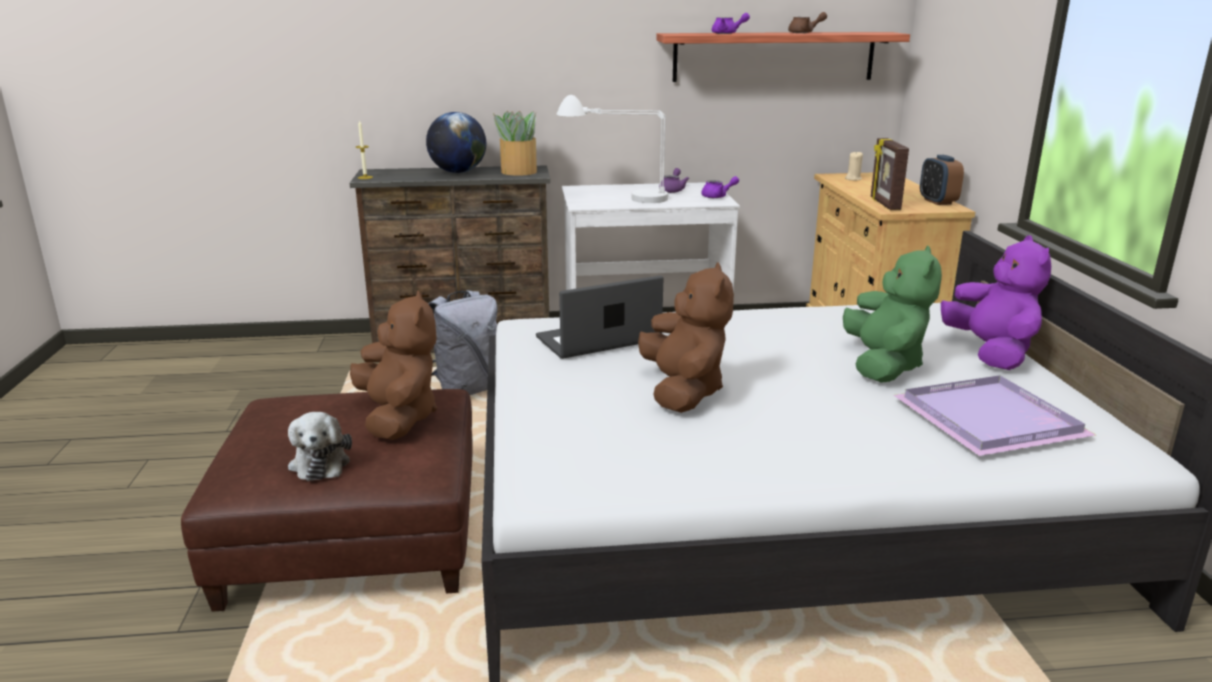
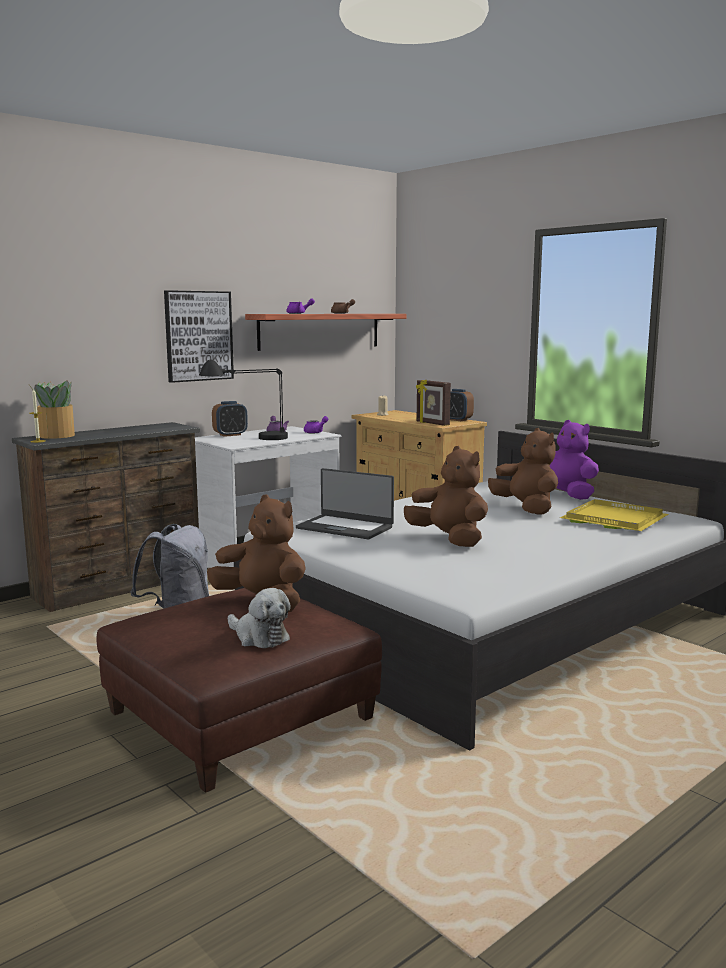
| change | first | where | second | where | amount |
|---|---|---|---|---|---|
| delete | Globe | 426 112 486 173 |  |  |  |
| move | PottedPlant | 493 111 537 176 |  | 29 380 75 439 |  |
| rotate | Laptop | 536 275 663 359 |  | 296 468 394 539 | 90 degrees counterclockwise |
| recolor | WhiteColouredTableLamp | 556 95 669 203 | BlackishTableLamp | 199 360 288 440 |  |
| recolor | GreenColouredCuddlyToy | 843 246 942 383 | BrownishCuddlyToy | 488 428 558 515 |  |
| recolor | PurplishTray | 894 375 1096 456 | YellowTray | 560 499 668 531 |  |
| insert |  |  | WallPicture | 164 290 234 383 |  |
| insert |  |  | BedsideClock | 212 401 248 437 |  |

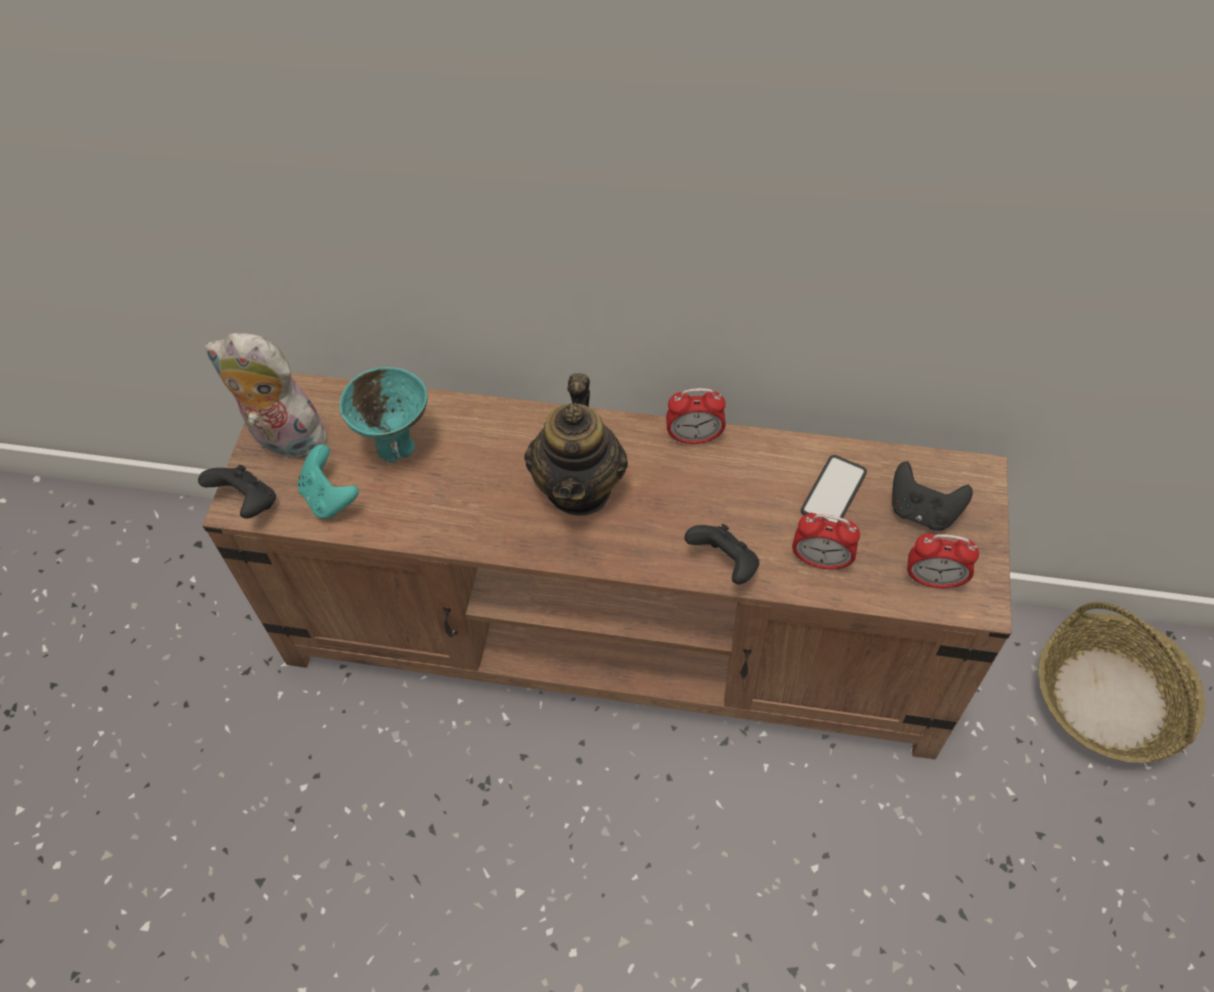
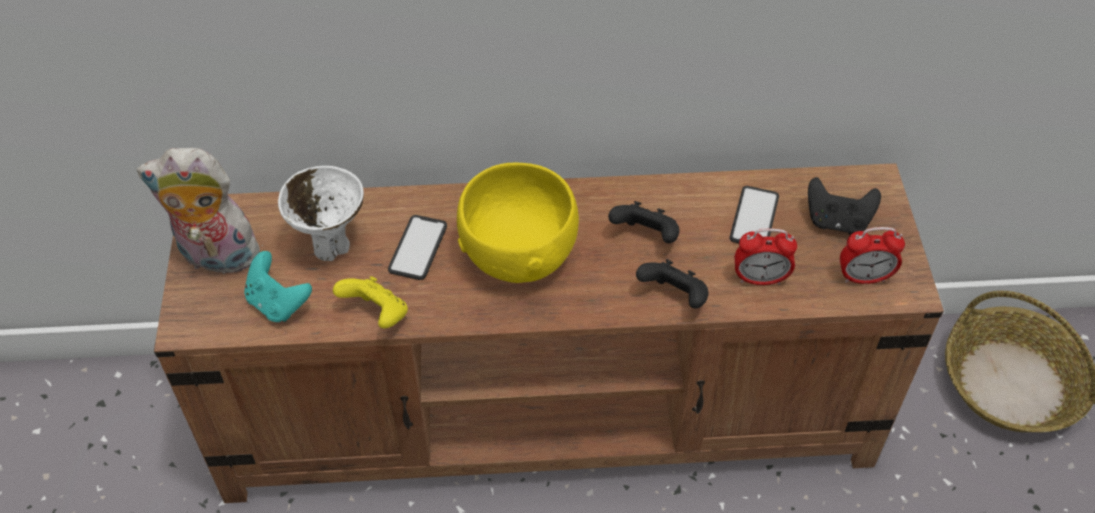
| change | first | where | second | where | amount |
|---|---|---|---|---|---|
| move | BlackishGameController | 198 465 276 519 |  | 608 201 680 243 |  |
| recolor | BlueGreenDeepDish | 339 367 427 463 | WhiteColouredDeepDish | 278 166 364 261 |  |
| replace | PotForTea | 525 373 628 516 | YellowDeepDish | 457 163 579 283 |  |
| delete | BedsideClock | 666 388 726 444 |  |  |  |
| insert |  |  | YellowGameController | 333 276 408 328 |  |
| insert |  |  | Phone | 388 215 447 280 |  |

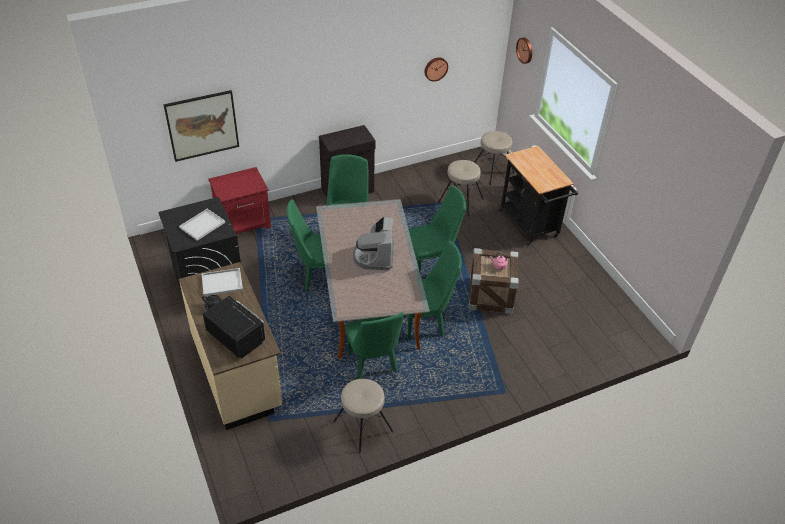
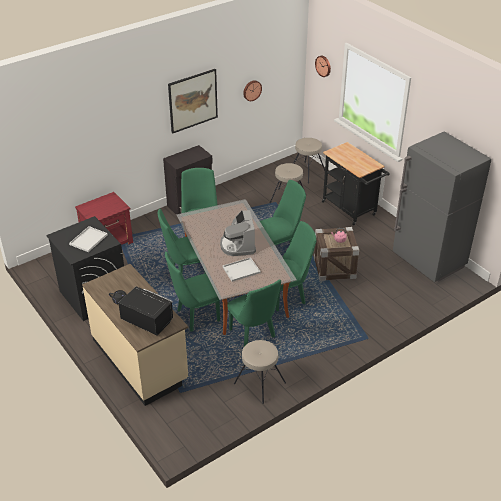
| change | first | where | second | where | amount |
|---|---|---|---|---|---|
| move | WallPicture | 163 90 239 162 |  | 168 69 218 133 |  |
| move | WhiteColouredTray | 202 268 243 296 |  | 222 257 261 282 |  |
| insert |  |  | GreenColouredPlainChair | 165 252 220 332 |  |
| insert |  |  | GreyishRefrigerator | 393 132 491 282 |  |

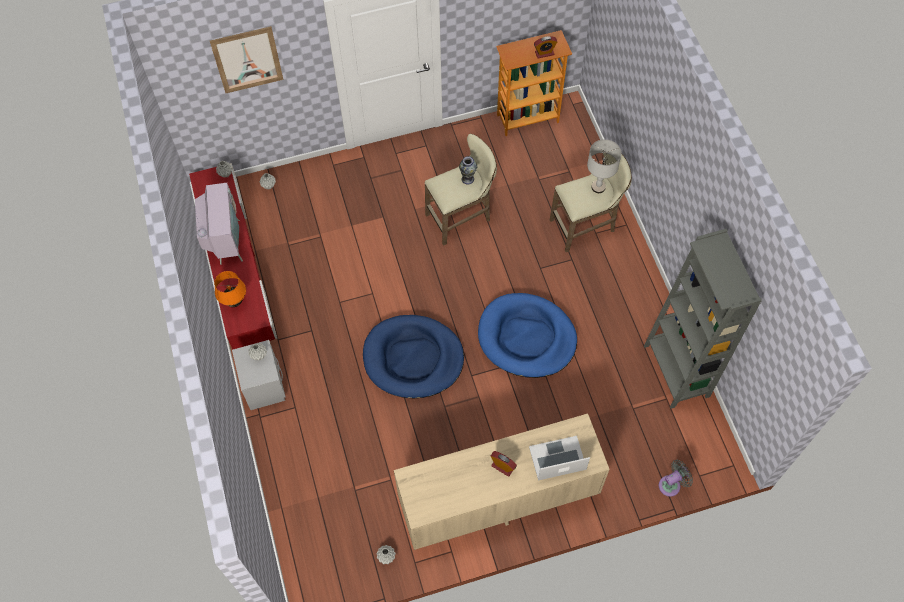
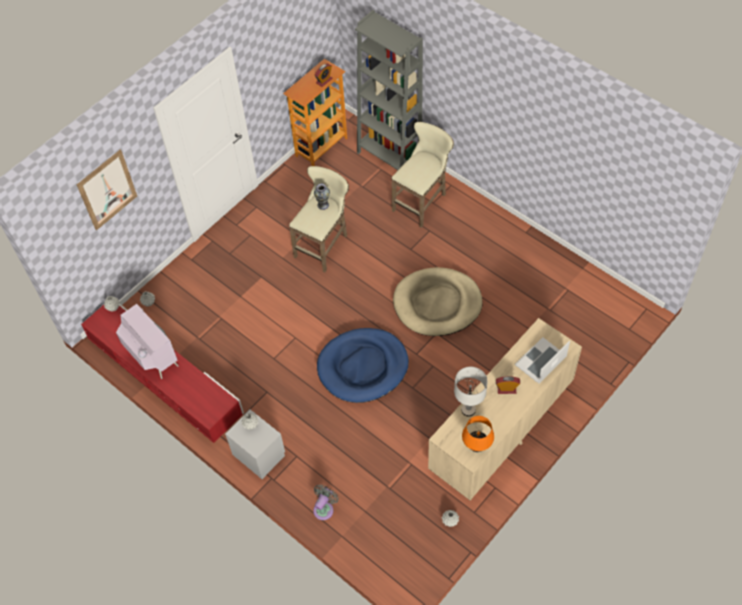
| change | first | where | second | where | amount |
|---|---|---|---|---|---|
| move | OrangeTableLamp | 214 271 246 307 |  | 462 416 494 452 |  |
| recolor | BluishPetBed | 478 293 577 378 | BeigeColouredPetBed | 393 267 483 336 |  |
| move | GreyishTableLamp | 587 139 621 193 |  | 454 367 488 416 |  |
| move | GreyishBookcase | 644 229 762 409 |  | 355 10 423 170 |  |
| move | GreyishElectricFan | 659 460 693 497 |  | 313 484 339 520 |  |

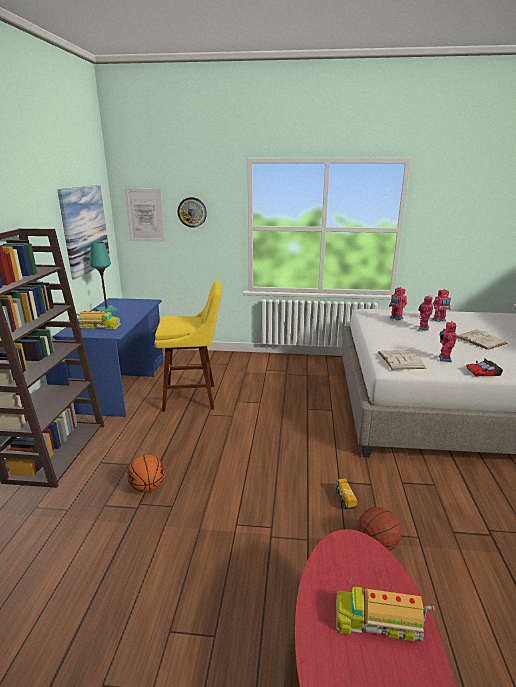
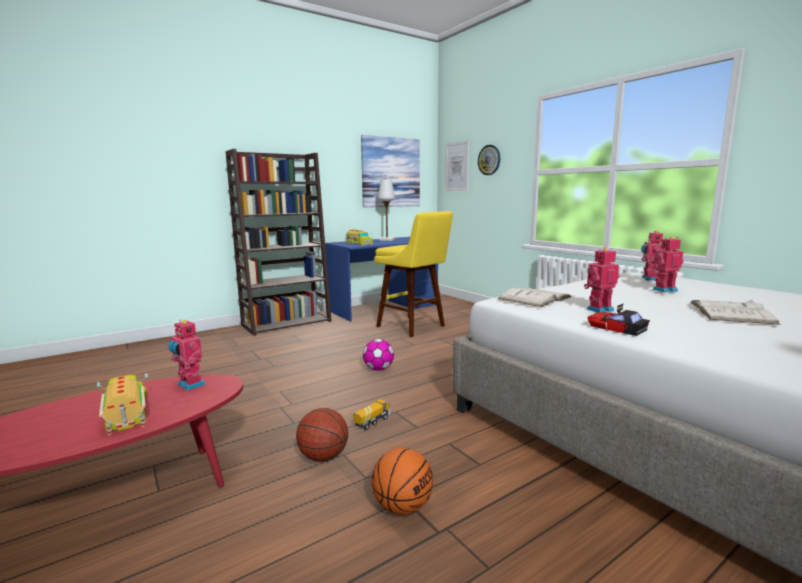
| change | first | where | second | where | amount |
|---|---|---|---|---|---|
| recolor | BlueGreenTableLamp | 90 242 118 313 | WhiteColouredTableLamp | 378 179 395 241 |  |
| move | BallForBasketball | 127 455 165 493 |  | 372 448 433 515 |  |
| move | ToyRobot | 433 289 451 322 |  | 168 319 206 391 |  |
| insert |  |  | FootballBall | 363 339 394 371 |  |

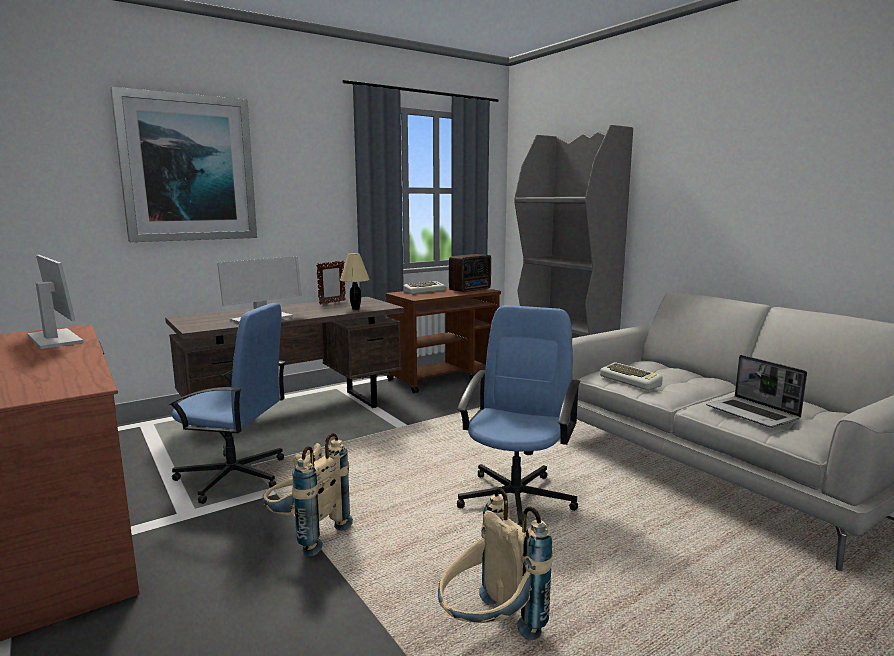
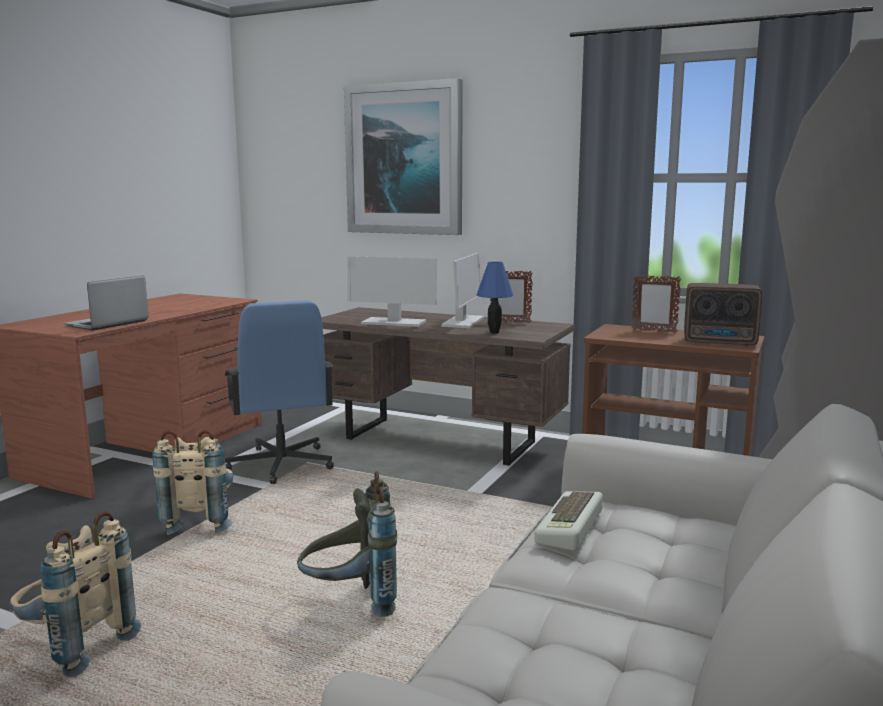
| change | first | where | second | where | amount |
|---|---|---|---|---|---|
| move | ComputerDisplay | 27 255 83 349 |  | 441 253 484 328 |  |
| recolor | BeigeColouredTableLamp | 340 253 370 310 | BluishTableLamp | 476 261 514 334 |  |
| replace | PcKeyboard | 404 281 445 294 | StandingFrame | 632 275 681 333 |  |
| replace | BluishDeskChair | 457 305 581 527 | GreyishKnapsack | 297 471 397 617 |  |
| move | Laptop | 706 355 807 428 |  | 64 276 149 330 |  |

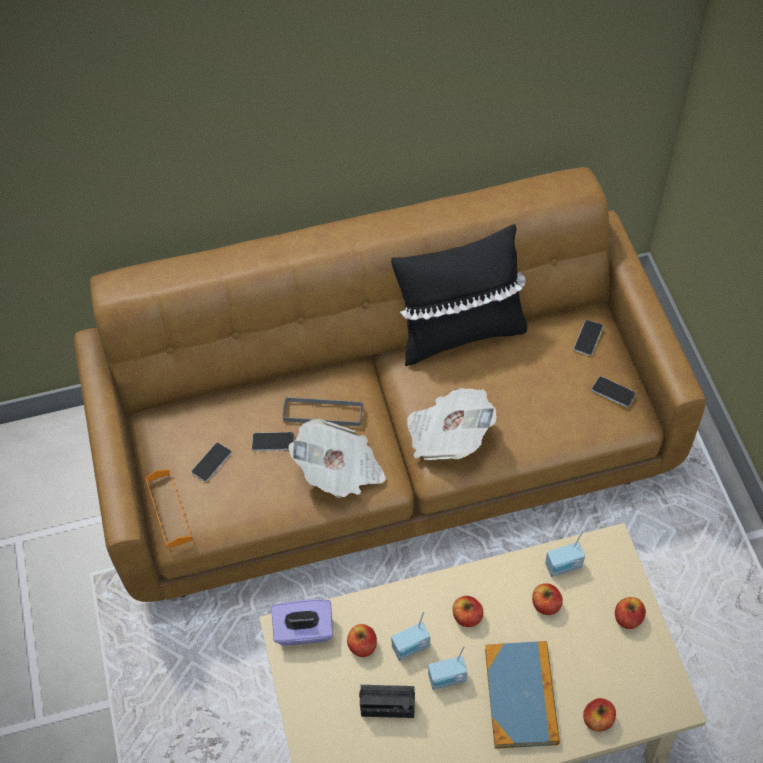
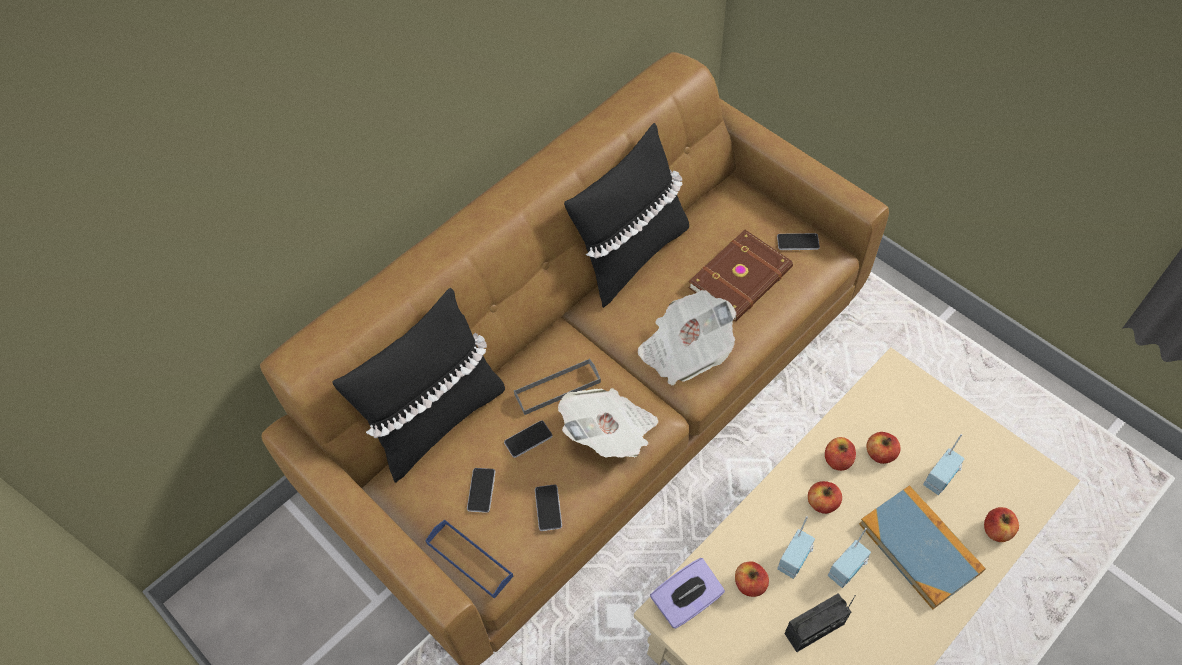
| change | first | where | second | where | amount |
|---|---|---|---|---|---|
| recolor | OrangeTray | 145 469 192 549 | BluishTray | 425 520 513 599 |  |
| move | RadioSet | 545 530 585 577 |  | 923 434 965 495 |  |
| move | Phone | 573 320 603 356 |  | 535 484 562 531 |  |
| move | WholeApple | 615 597 646 629 |  | 825 437 856 471 |  |
| insert |  |  | BlackishThrowPillow | 332 288 505 483 |  |
| insert |  |  | BrownishVolume | 688 230 793 322 |  |

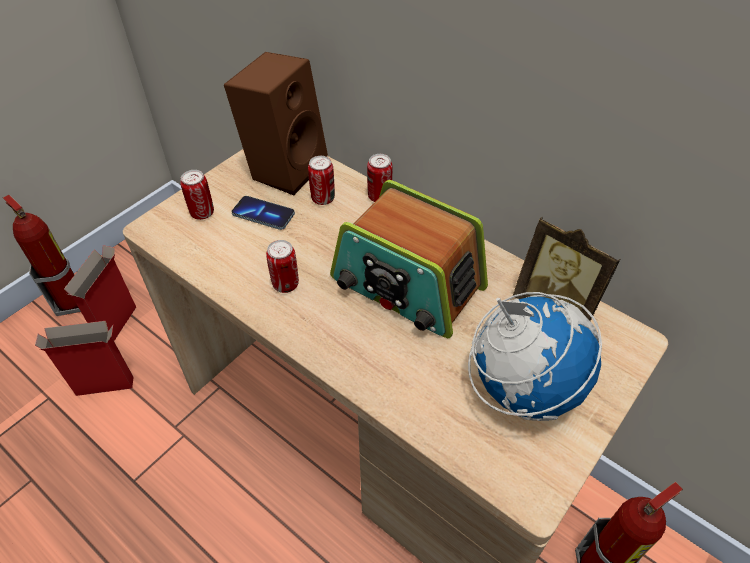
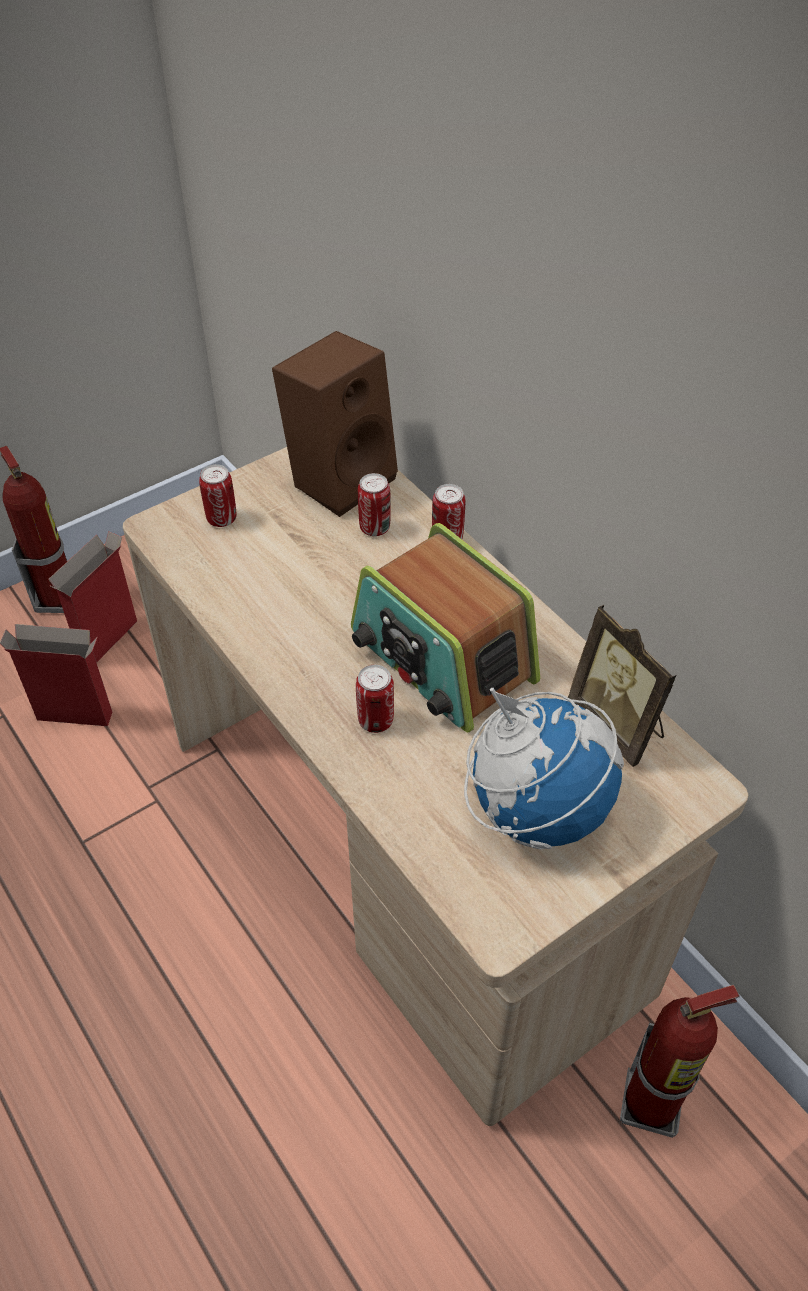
| change | first | where | second | where | amount |
|---|---|---|---|---|---|
| delete | Phone | 231 196 295 230 |  |  |  |
| move | Can | 266 240 299 293 |  | 356 665 394 733 |  |

